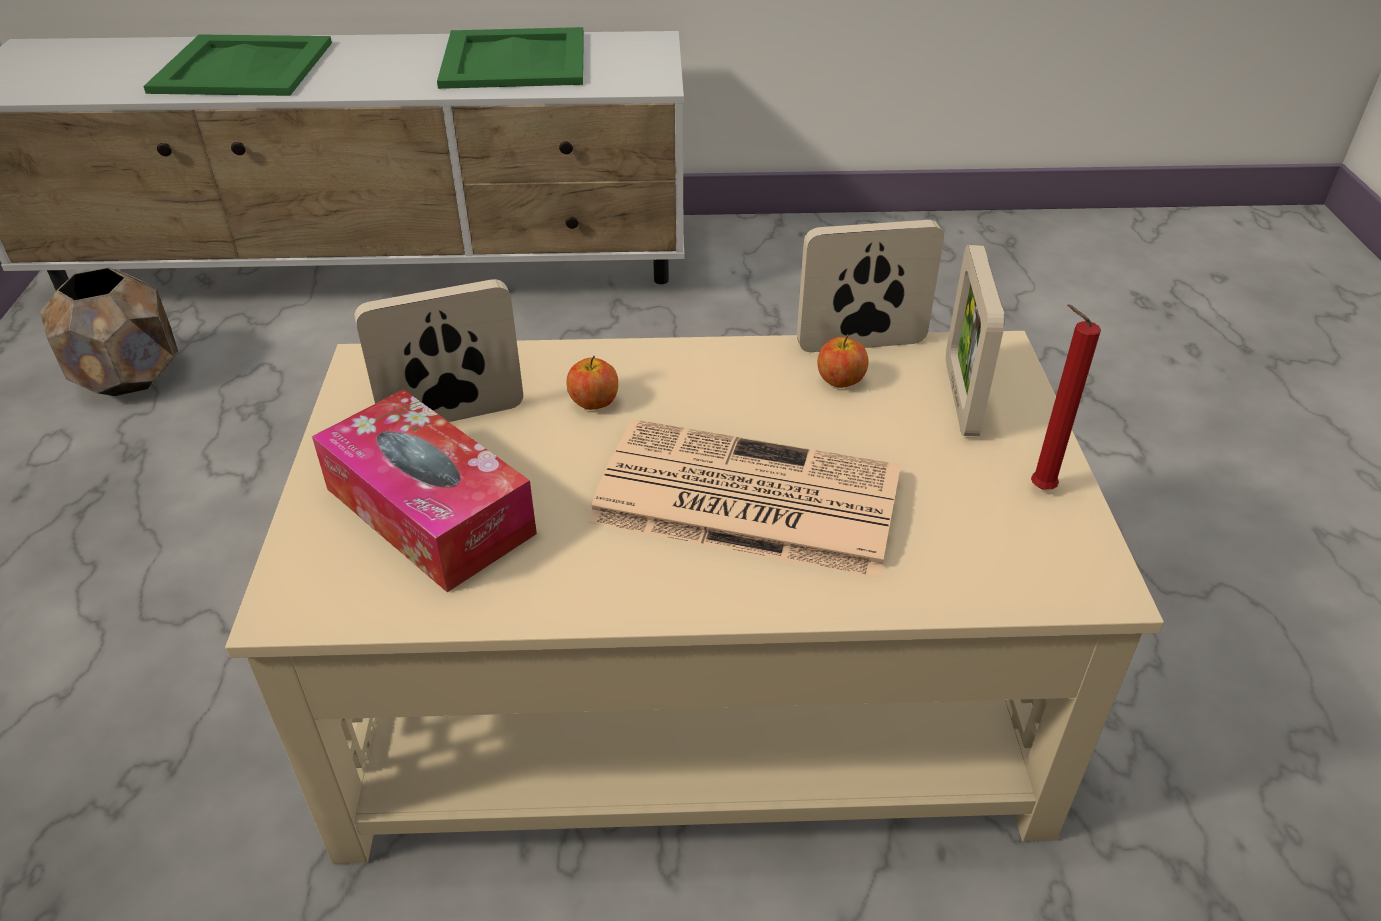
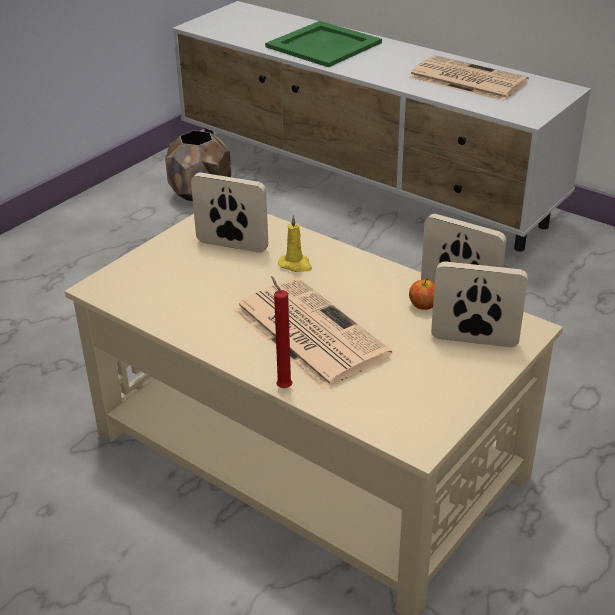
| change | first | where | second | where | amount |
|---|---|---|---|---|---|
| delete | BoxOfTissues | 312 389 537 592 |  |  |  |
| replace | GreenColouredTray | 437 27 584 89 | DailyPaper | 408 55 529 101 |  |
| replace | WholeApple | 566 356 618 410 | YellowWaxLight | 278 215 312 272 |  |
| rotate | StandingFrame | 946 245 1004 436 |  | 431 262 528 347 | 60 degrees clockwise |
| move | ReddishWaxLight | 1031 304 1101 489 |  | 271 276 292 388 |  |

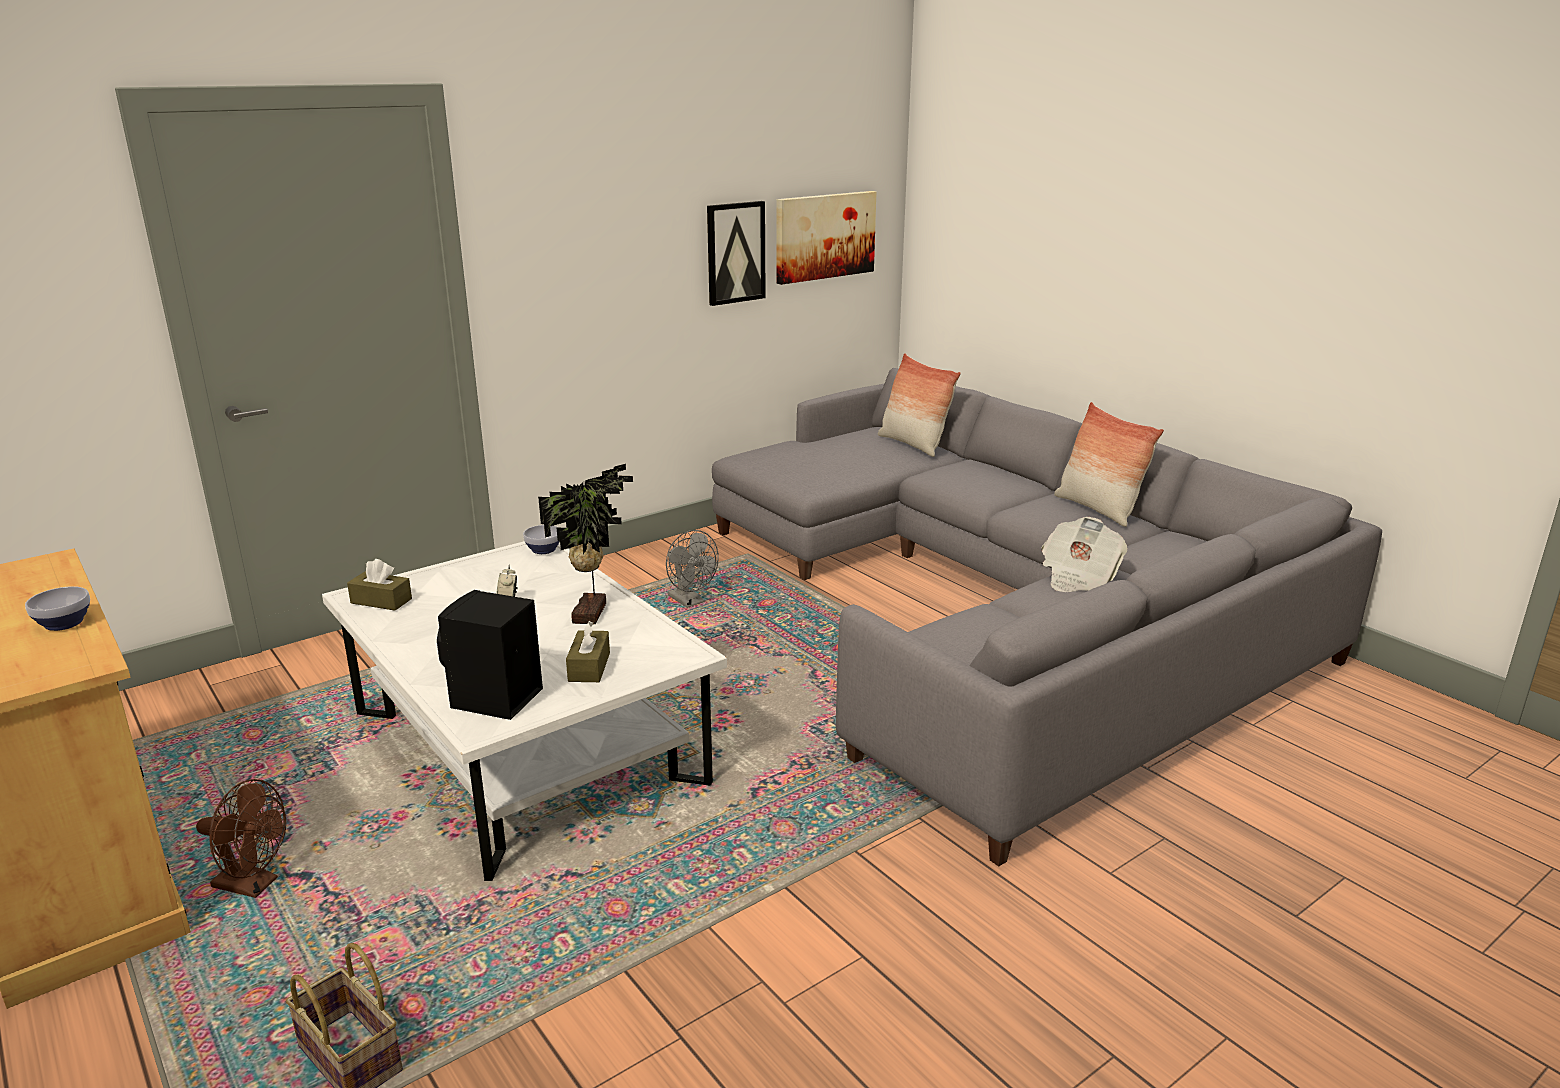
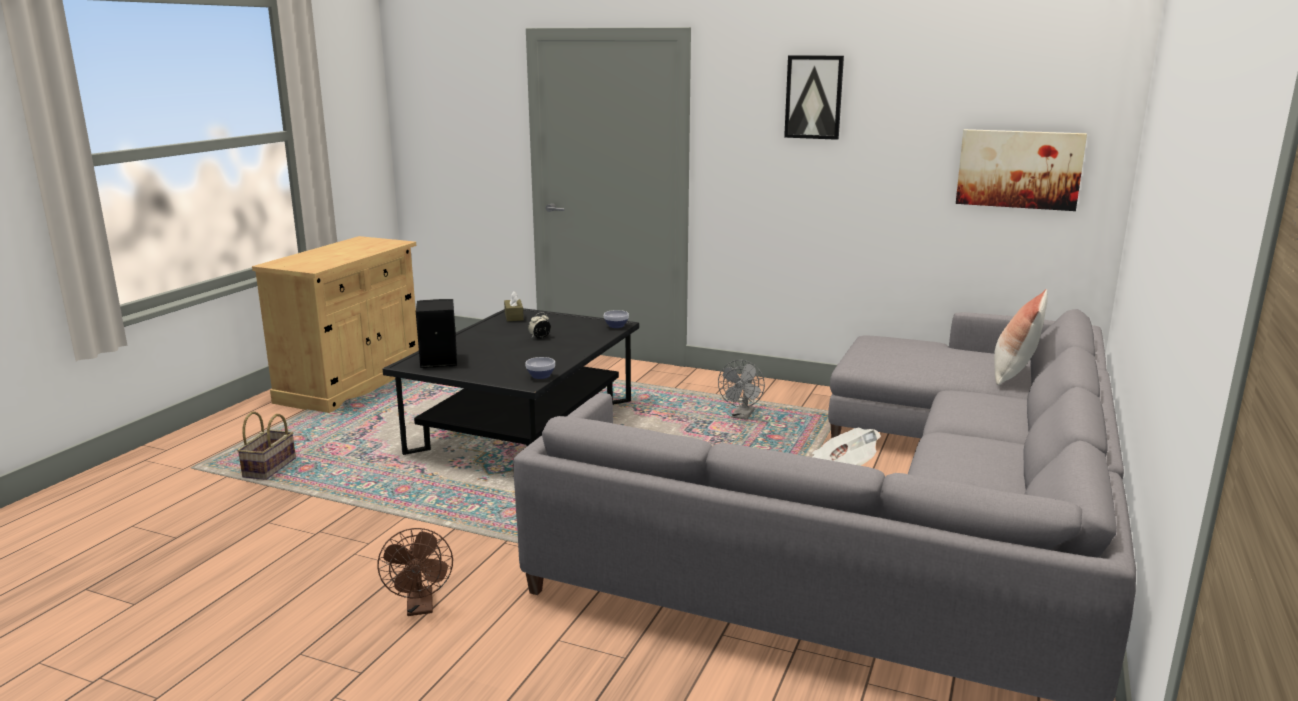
| change | first | where | second | where | amount |
|---|---|---|---|---|---|
| move | DeepDish | 25 586 90 631 |  | 525 357 555 379 |  |
| move | BrownishElectricFan | 196 779 286 898 |  | 377 528 453 616 |  |
| recolor | WhiteColouredCoffeeTable | 322 541 727 881 | BlackishCoffeeTable | 383 308 639 455 |  |
| delete | PottedPlant | 538 464 633 624 |  |  |  |
| delete | BrownishBoxOfTissues | 566 621 610 682 |  |  |  |
| move | WallPicture | 707 201 766 306 |  | 784 55 844 140 |  |
| delete | ThrowPillow | 1054 402 1164 527 |  |  |  |

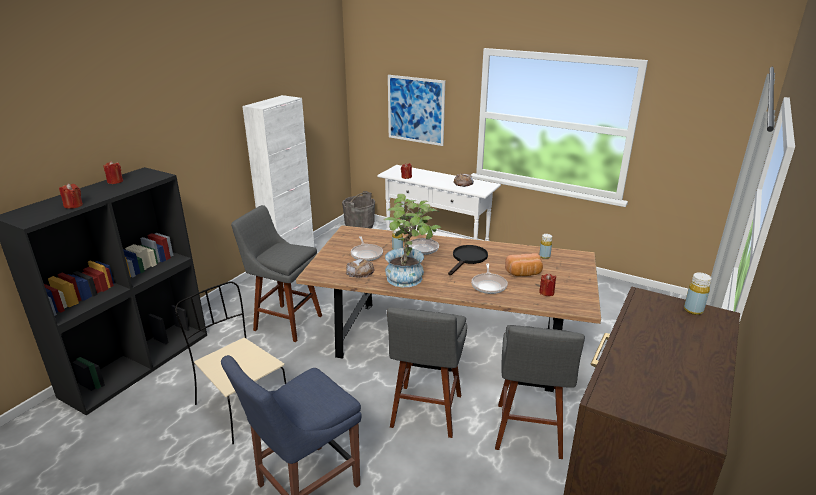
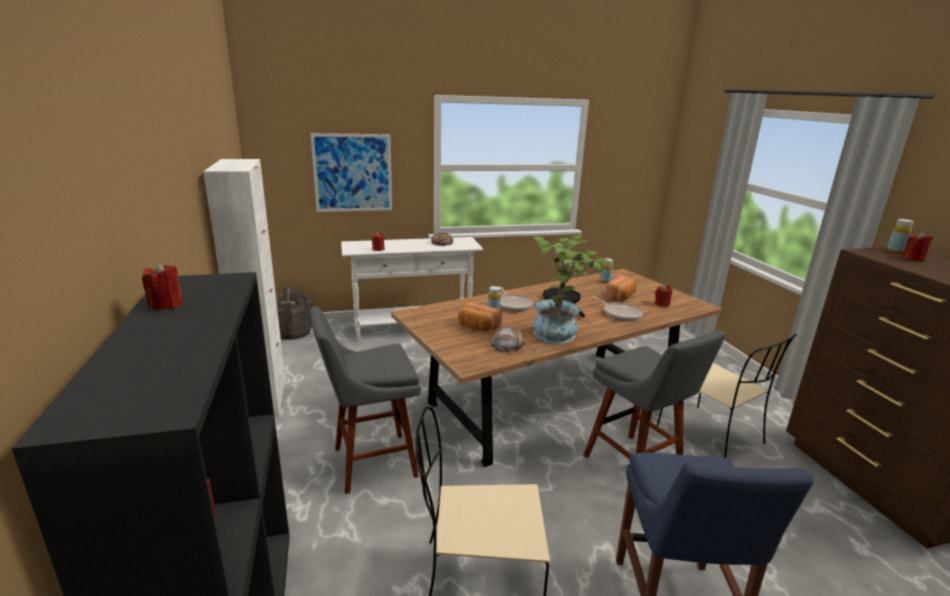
| change | first | where | second | where | amount |
|---|---|---|---|---|---|
| move | ReddishWaxLight | 59 183 83 209 |  | 902 232 933 261 |  |
| replace | Skillet | 351 236 383 261 | BakedBread | 458 302 502 331 |  |
| replace | GreyishStool | 495 325 585 459 | BeigeColouredPlainChair | 657 334 797 458 |  |

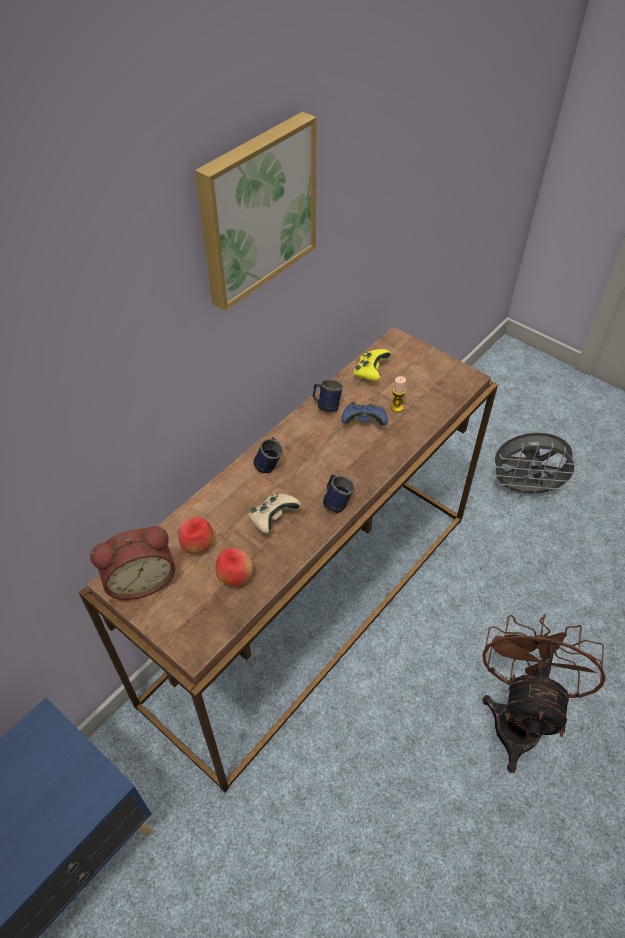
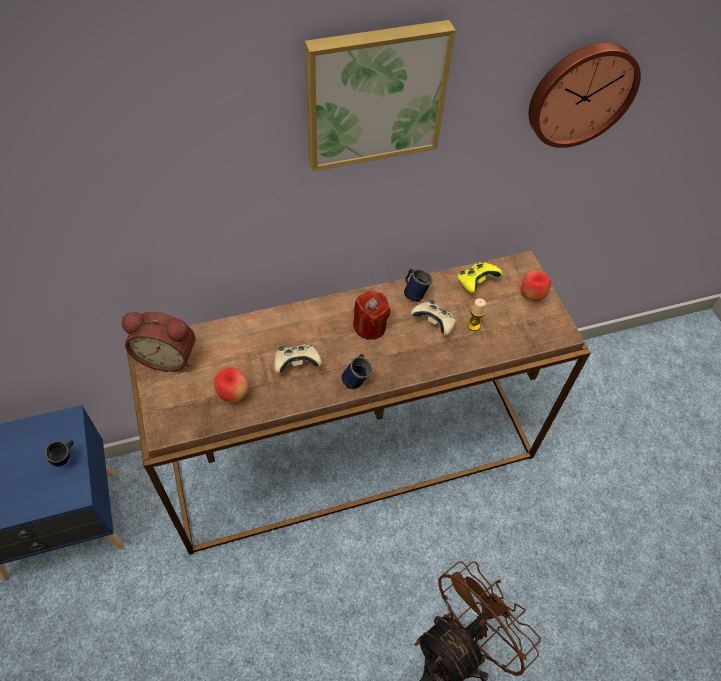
| change | first | where | second | where | amount |
|---|---|---|---|---|---|
| move | WholeApple | 178 516 213 553 |  | 521 270 551 301 |  |
| move | BluishCoffeeMug | 253 437 283 473 |  | 45 440 74 467 |  |
| recolor | BluishGameController | 342 402 388 426 | BeigeColouredGameController | 411 300 456 336 |  |
| delete | GreyishElectricFan | 490 433 581 500 |  |  |  |
| insert |  |  | ReddishWaxLight | 353 291 391 340 |  |
| insert |  |  | HangingClock | 529 42 641 148 |  |

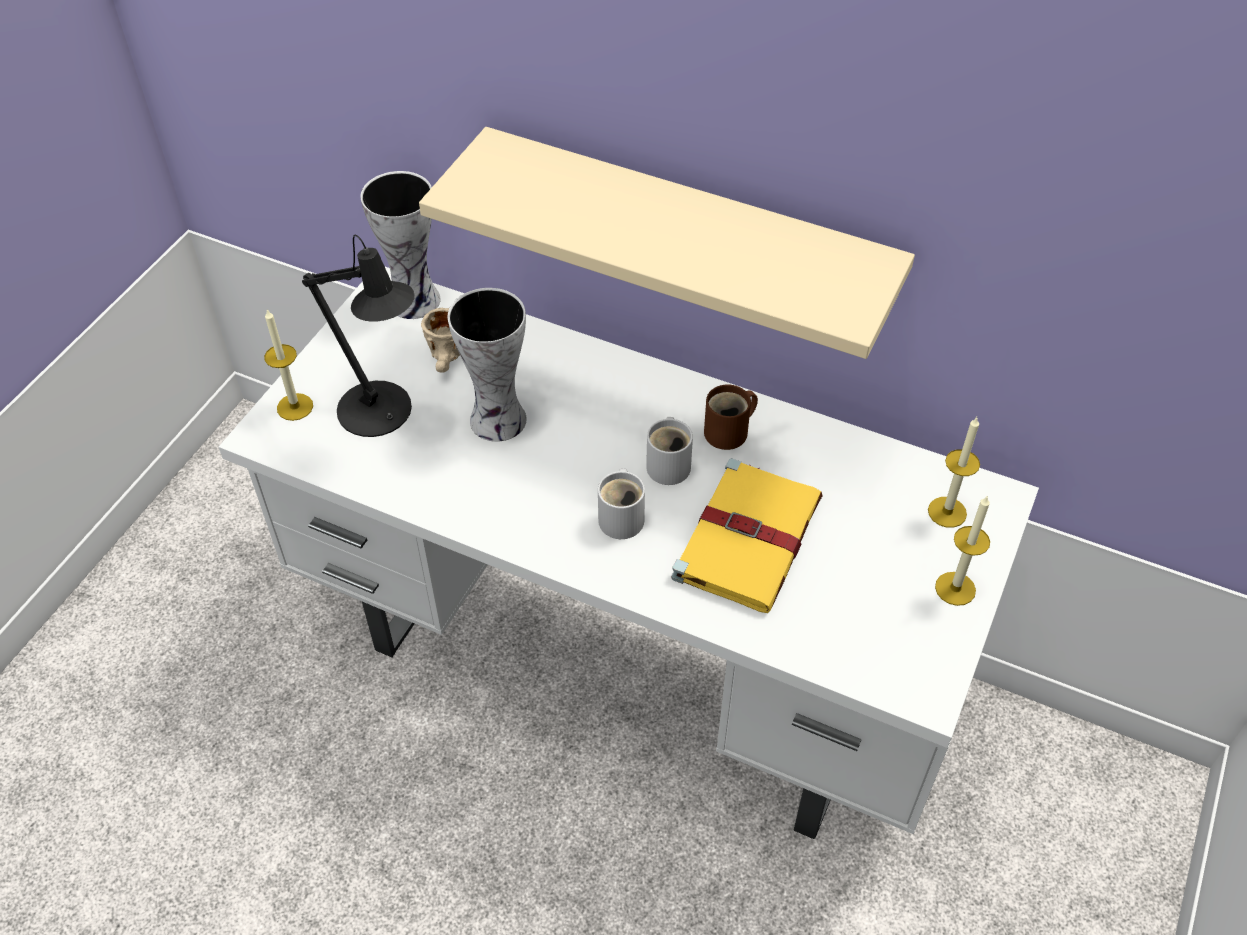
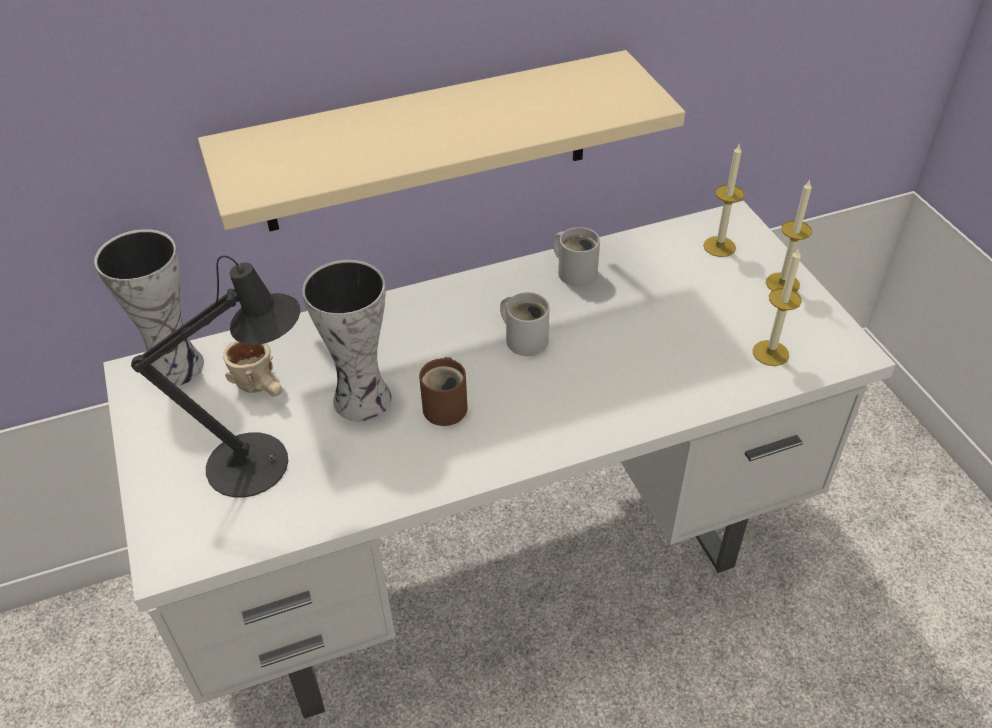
| change | first | where | second | where | amount |
|---|---|---|---|---|---|
| move | WaxLight | 264 309 313 421 |  | 753 247 802 366 |  |
| move | WhiteColouredCoffeeMug | 598 469 645 539 |  | 553 227 600 287 |  |
| delete | YellowVolume | 672 458 823 613 |  |  |  |
| move | BrownishCoffeeMug | 704 384 758 450 |  | 419 357 468 426 |  |

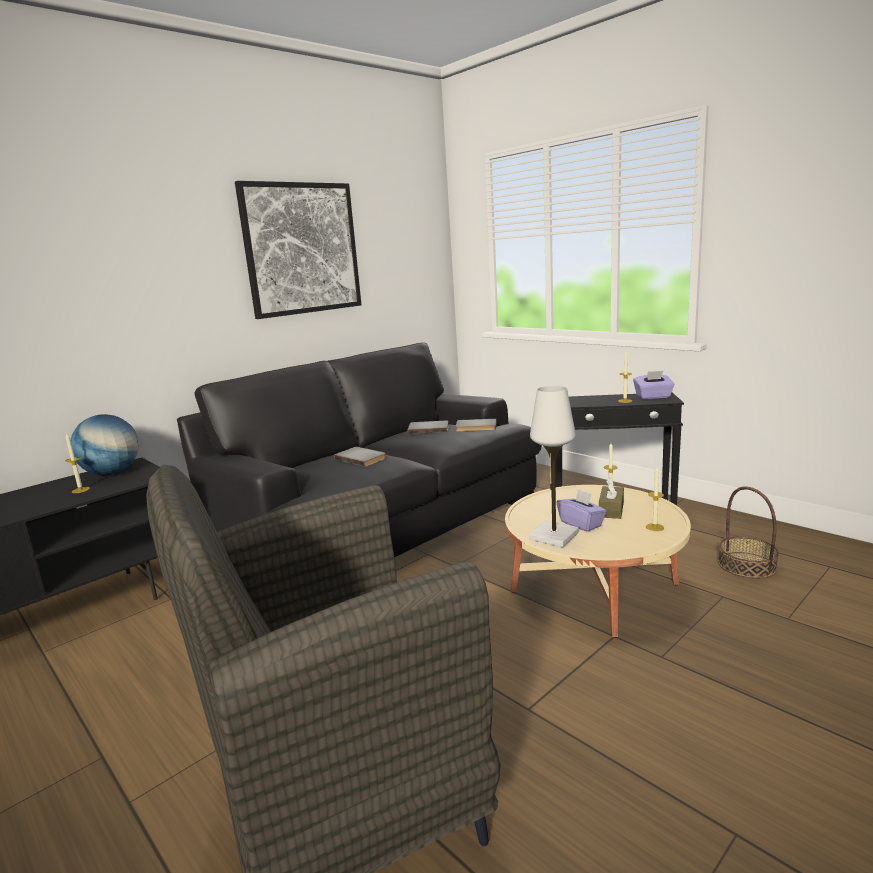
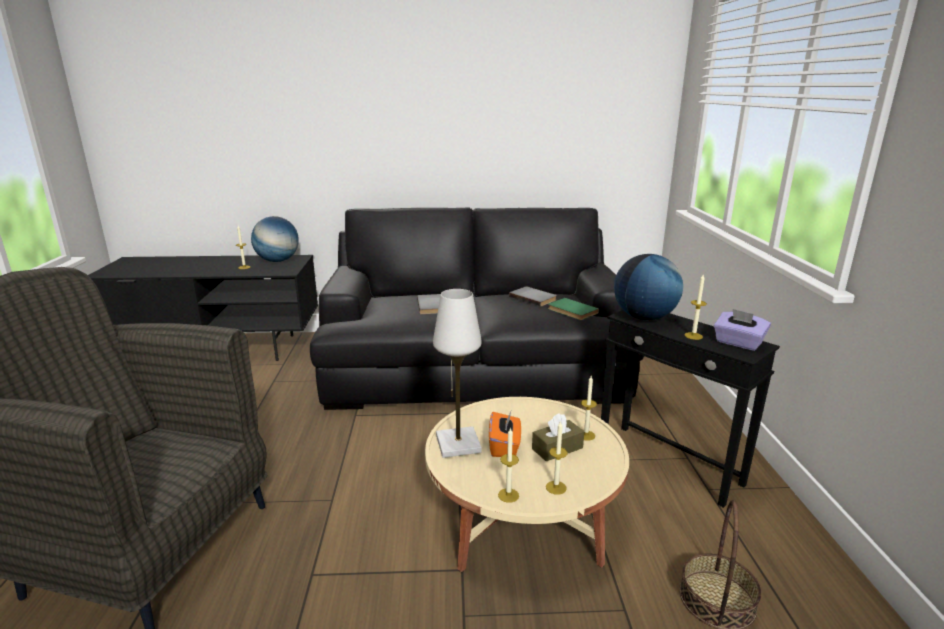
| change | first | where | second | where | amount |
|---|---|---|---|---|---|
| delete | WallPicture | 235 181 361 319 |  |  |  |
| recolor | GreyishVolume | 456 419 496 432 | GreenColouredVolume | 548 298 599 320 |  |
| recolor | PurplishBoxOfTissues | 556 489 607 532 | OrangeBoxOfTissues | 489 412 521 457 |  |
| insert |  |  | WaxLight | 498 427 519 503 |  |
| insert |  |  | Globe | 614 254 683 320 |  |

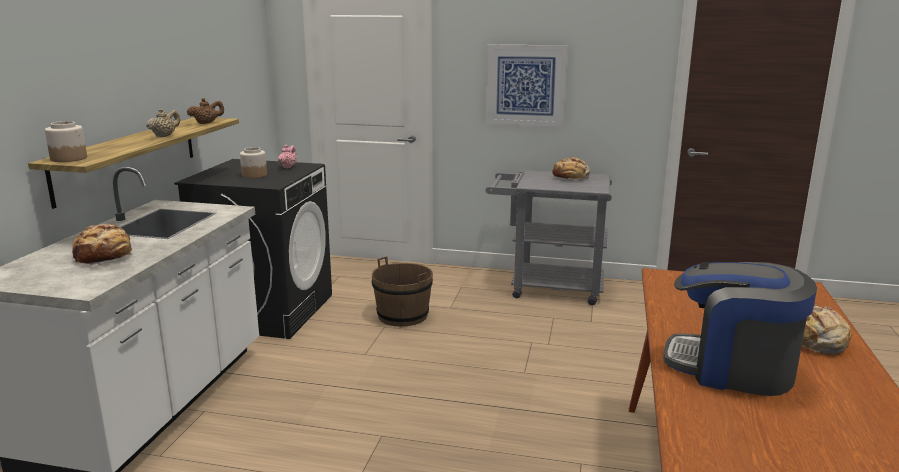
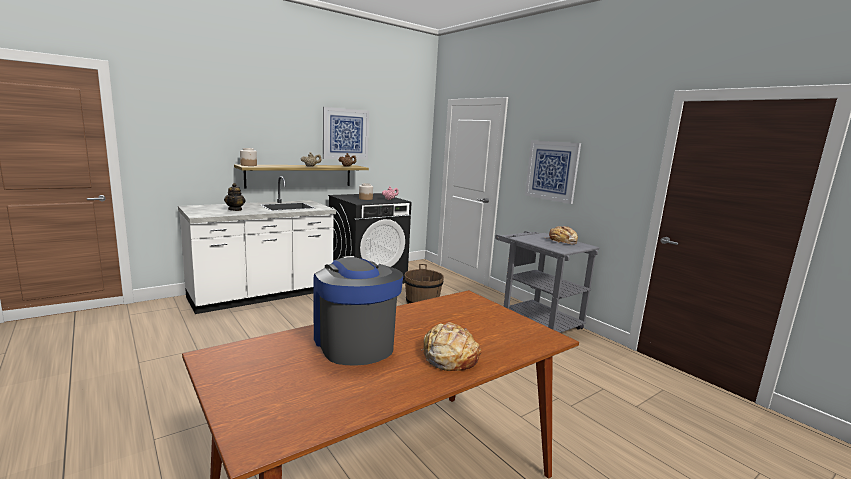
| change | first | where | second | where | amount |
|---|---|---|---|---|---|
| replace | BakedBread | 72 224 133 266 | PotForTea | 224 183 246 211 |  |
| insert |  |  | WallPicture | 323 107 369 160 |  |

